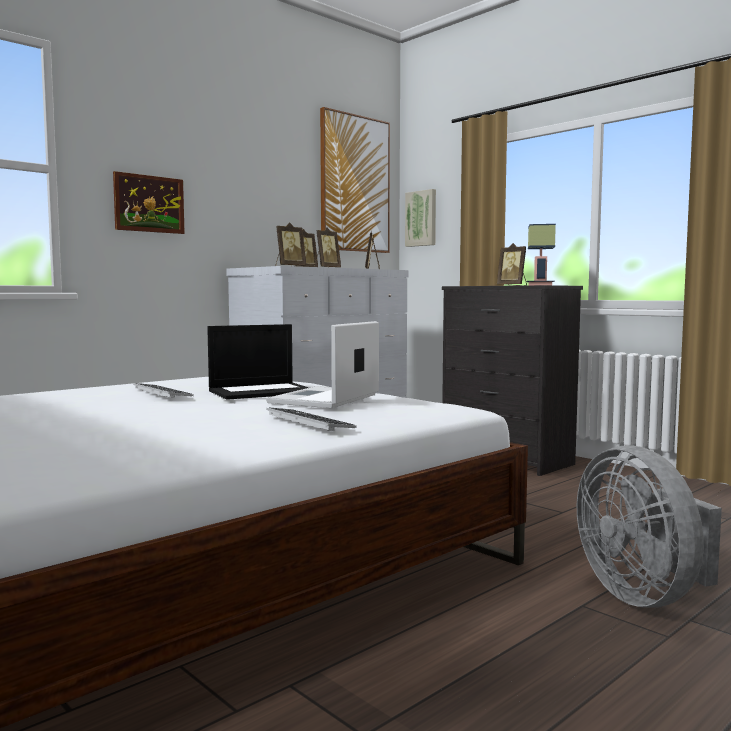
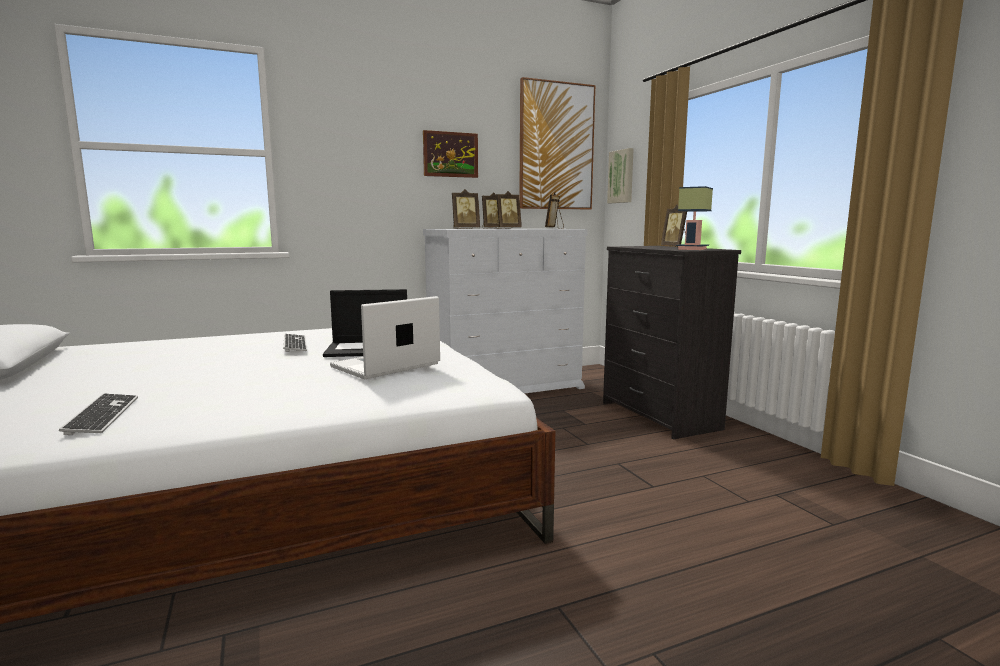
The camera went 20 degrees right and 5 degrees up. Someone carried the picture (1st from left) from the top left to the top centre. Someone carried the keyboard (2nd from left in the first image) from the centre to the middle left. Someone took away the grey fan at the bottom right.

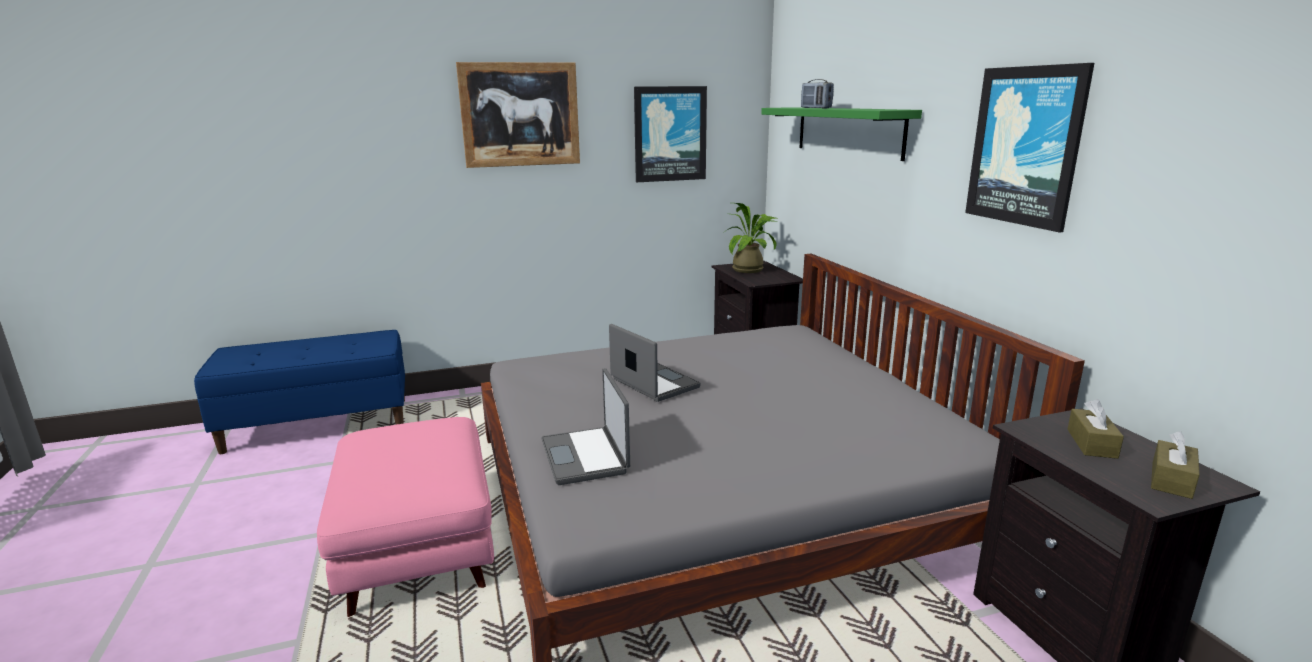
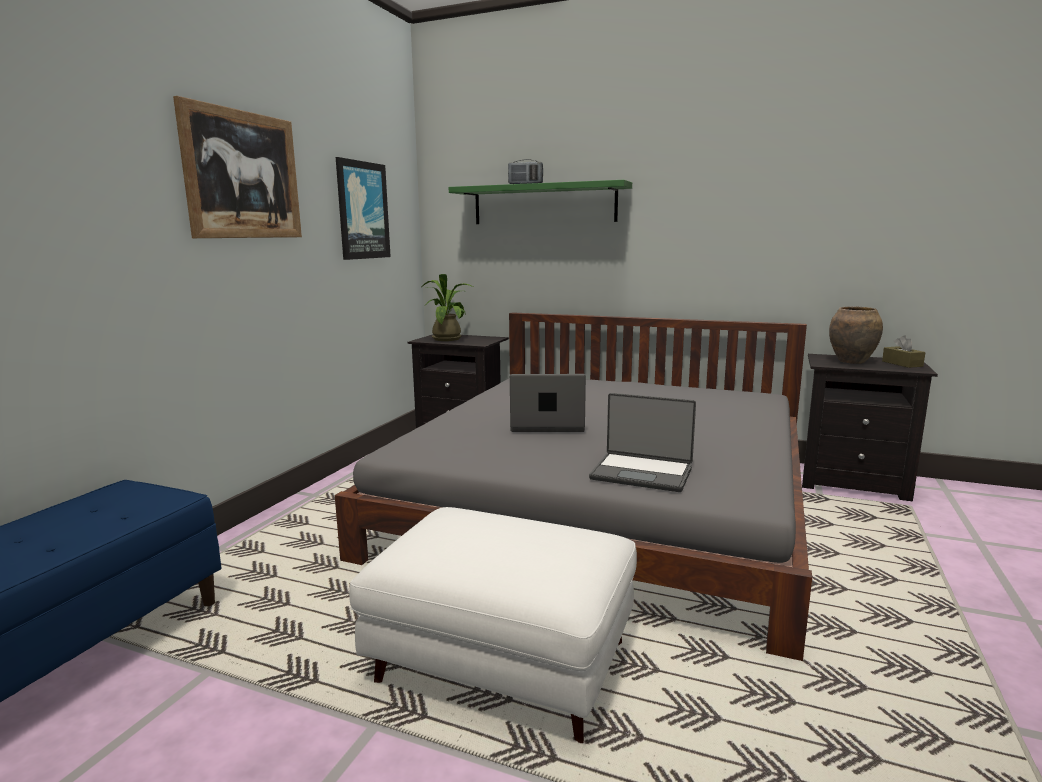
The camera went 50 degrees left and 5 degrees down. Someone repainted the pink ottoman at the bottom left, which became the white ottoman at the bottom centre. Someone took away the picture (3rd from left) at the top right. Someone swapped the brown tissue box (1st from left) at the middle right for the brown vase at the middle right.

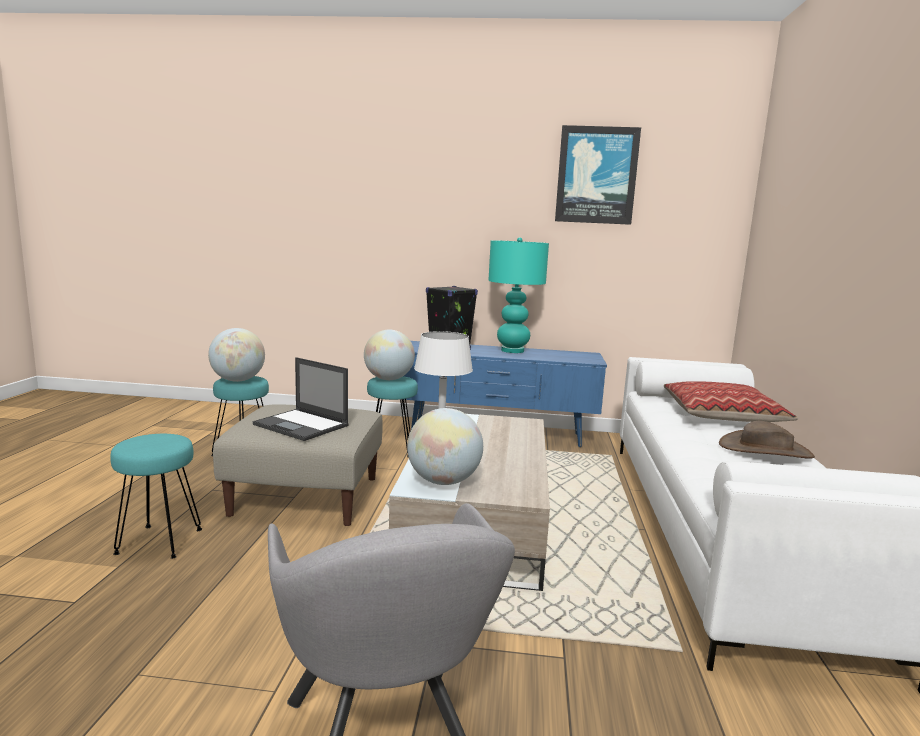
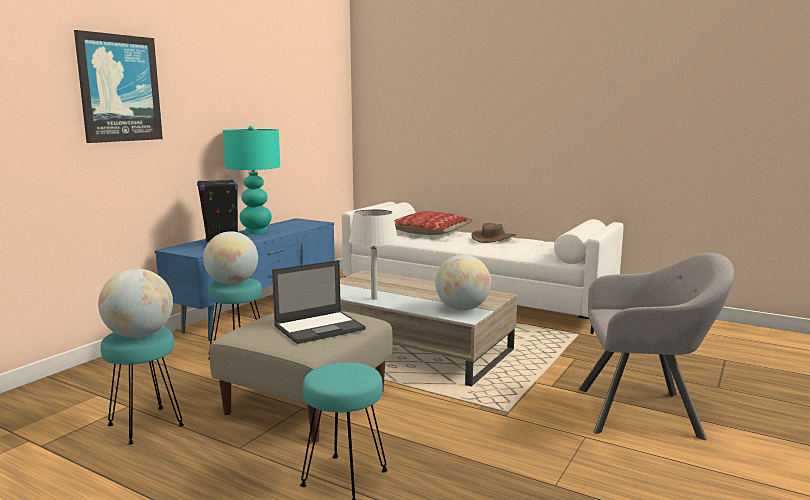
The camera went 65 degrees left and 0 degrees up. Someone carried the picture from the top centre to the top left.

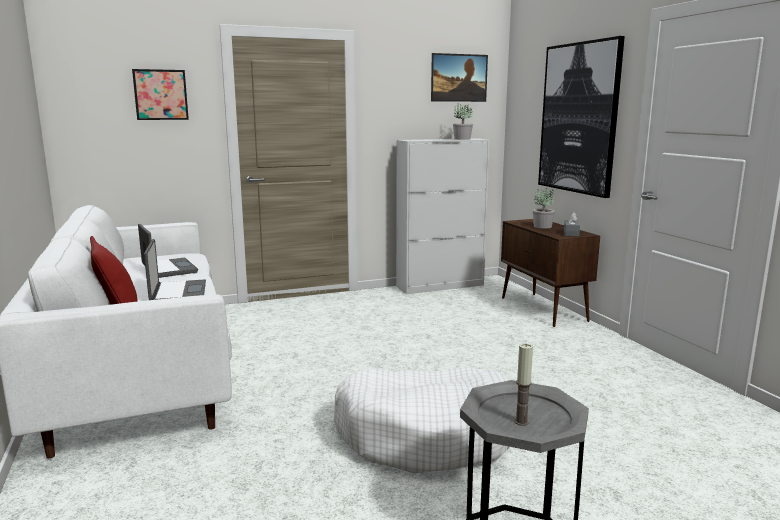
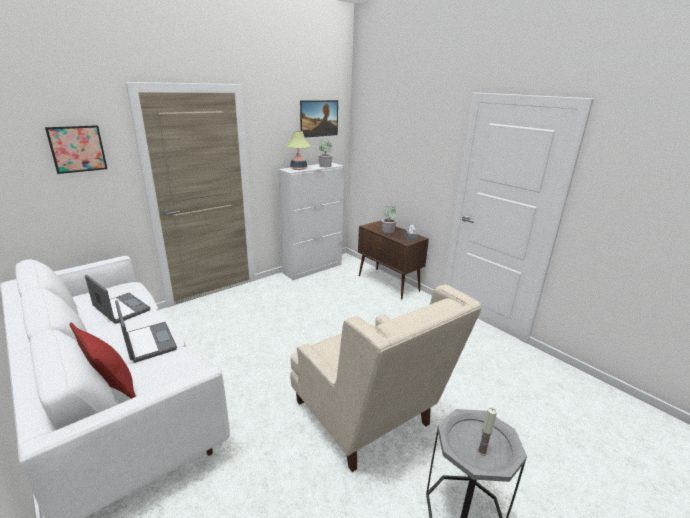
The camera went 20 degrees left and 10 degrees up. Someone swapped the white dog bed at the bottom centre for the beige armchair at the bottom centre. Someone took away the picture (3rd from left) at the top right. Someone put down the table lamp at the top centre.

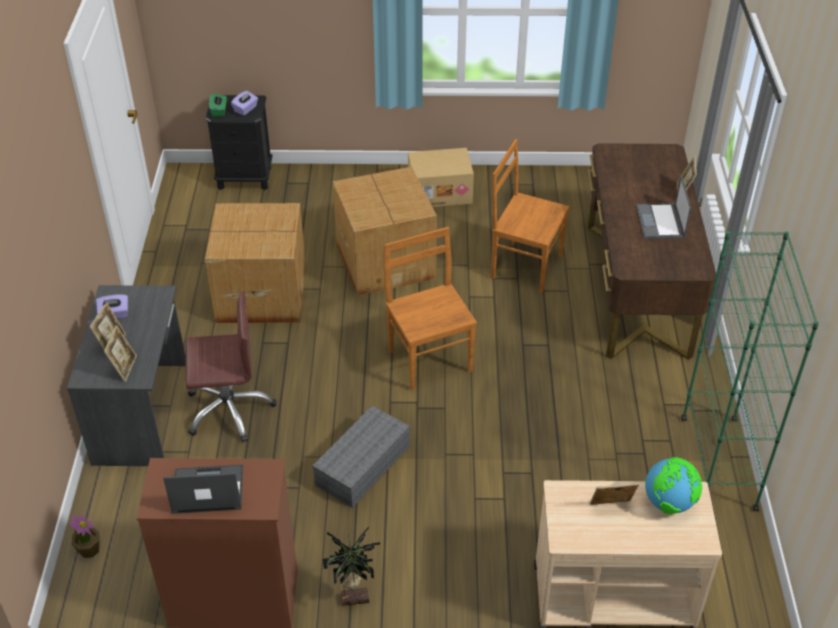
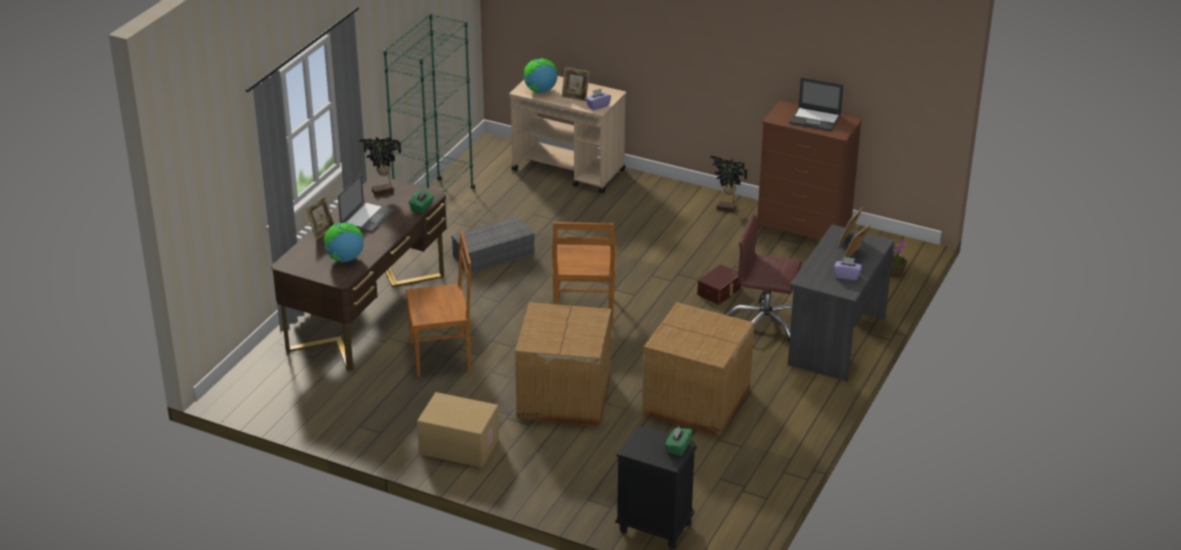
The camera went 155 degrees left and 10 degrees down. Someone carried the purple tissue box (2nd from left in the first image) from the top left to the top centre. Someone carried the grey storage box from the bottom centre to the centre. Someone rotated the brown chair (2nd from left in the first image) at the centre by 60 degrees counterclockwise. Someone put down the globe (1st from left) at the middle left. Someone put down the potted plant (1st from left) at the top left. Someone put down the green tissue box (1st from left) at the centre. Someone put down the brown storage box at the centre.

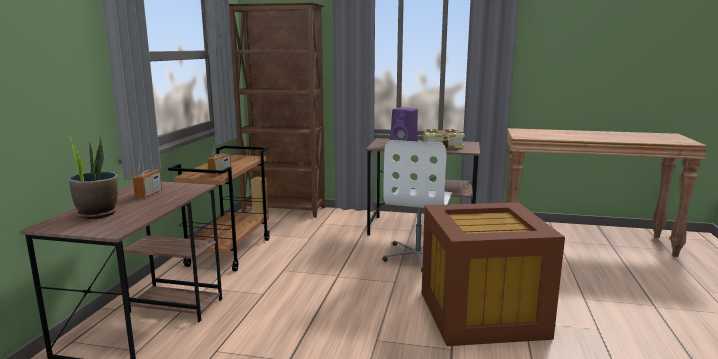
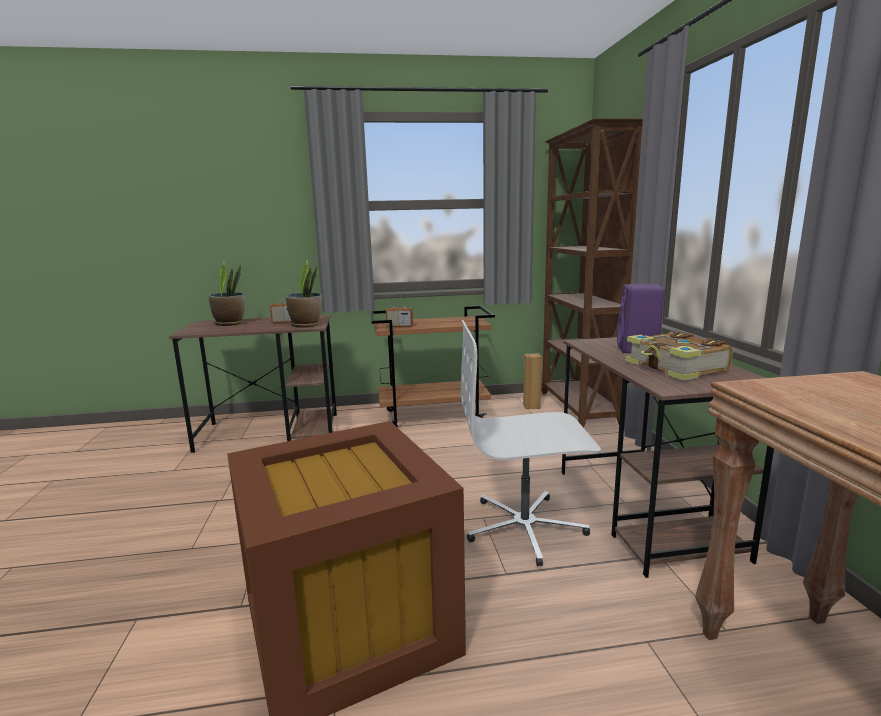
The camera went 70 degrees right and 0 degrees up. Someone put down the potted plant (2nd from left) at the centre.

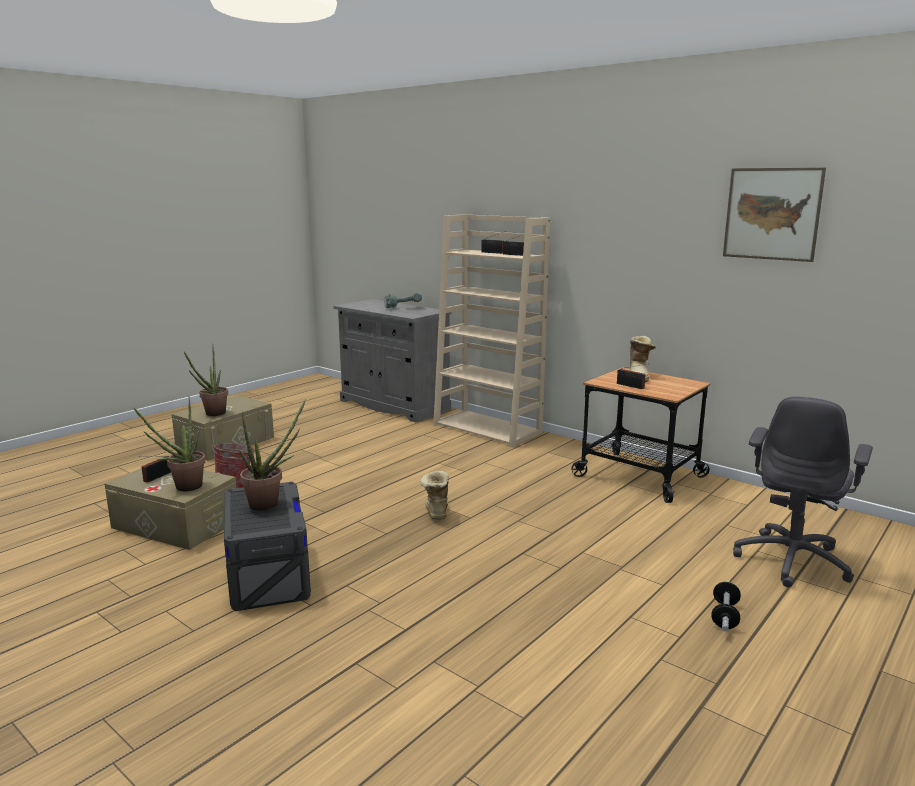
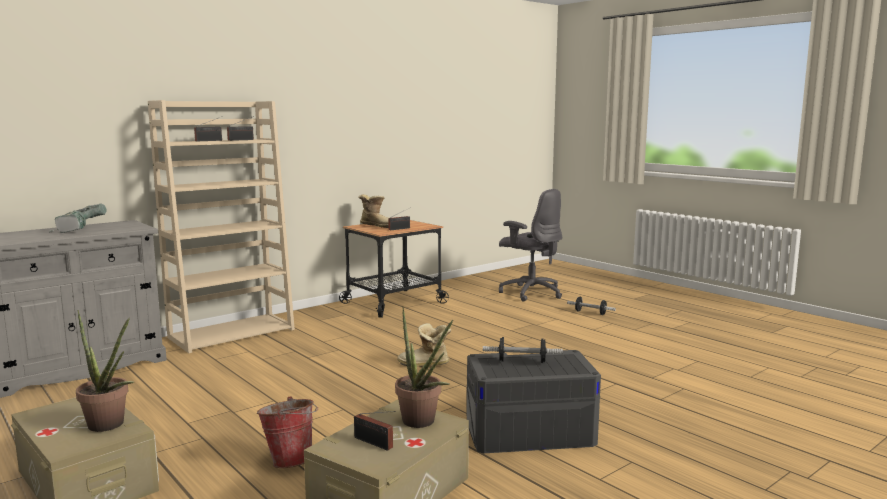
The camera went 80 degrees left and 5 degrees down. Someone swapped the potted plant (3rd from left) at the middle left for the dumbbell (1st from left) at the bottom centre. Someone took away the picture at the top right.

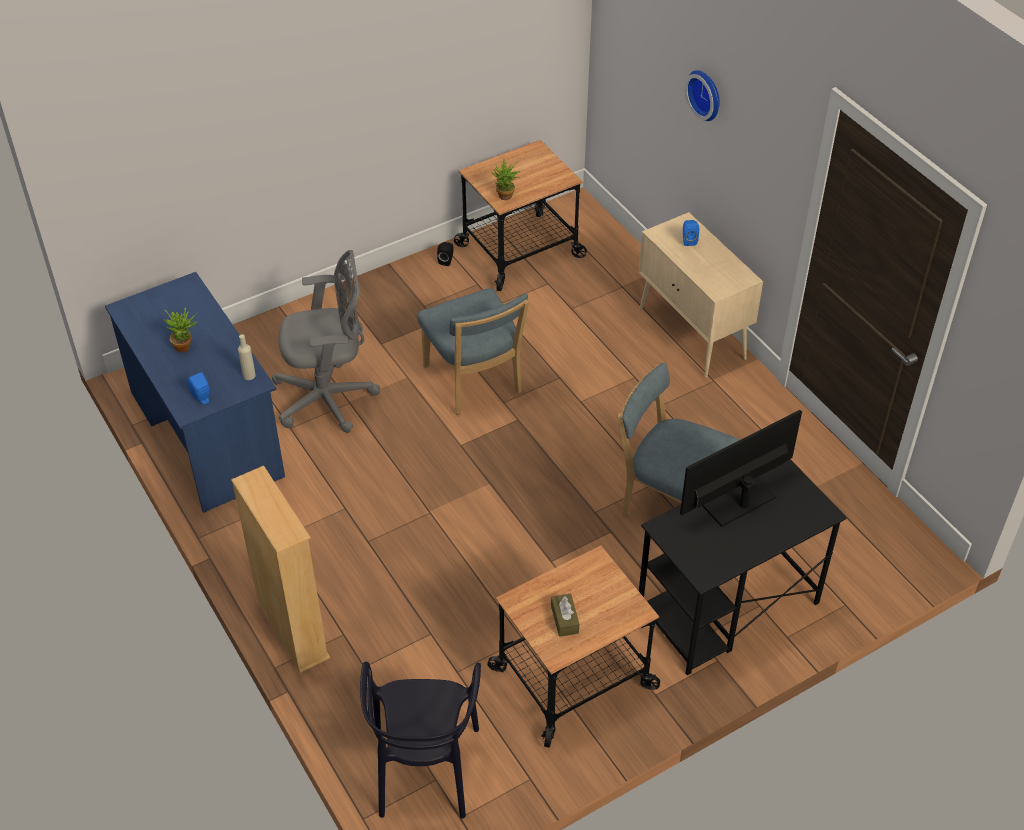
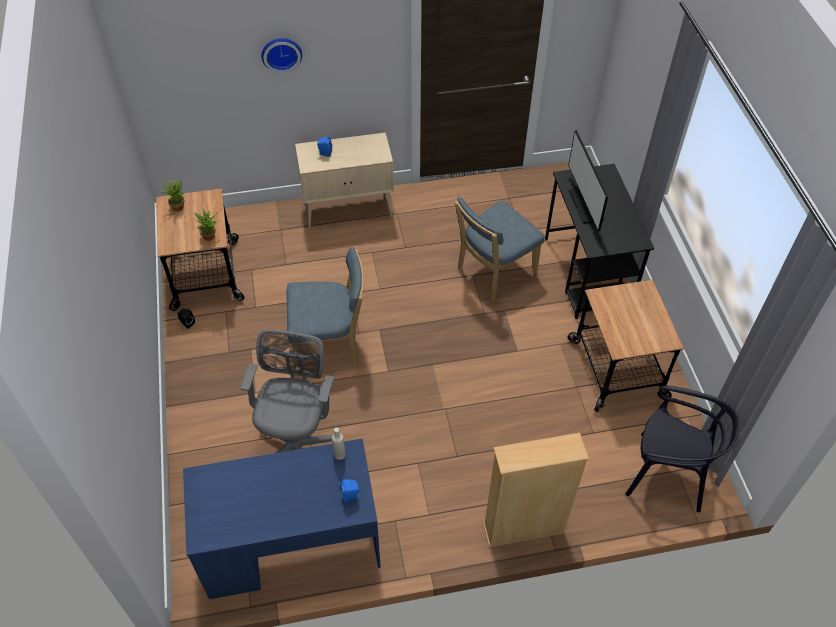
The camera went 70 degrees left and 5 degrees up. Someone carried the potted plant (1st from left) from the middle left to the top left. Someone took away the brown tissue box at the bottom centre.

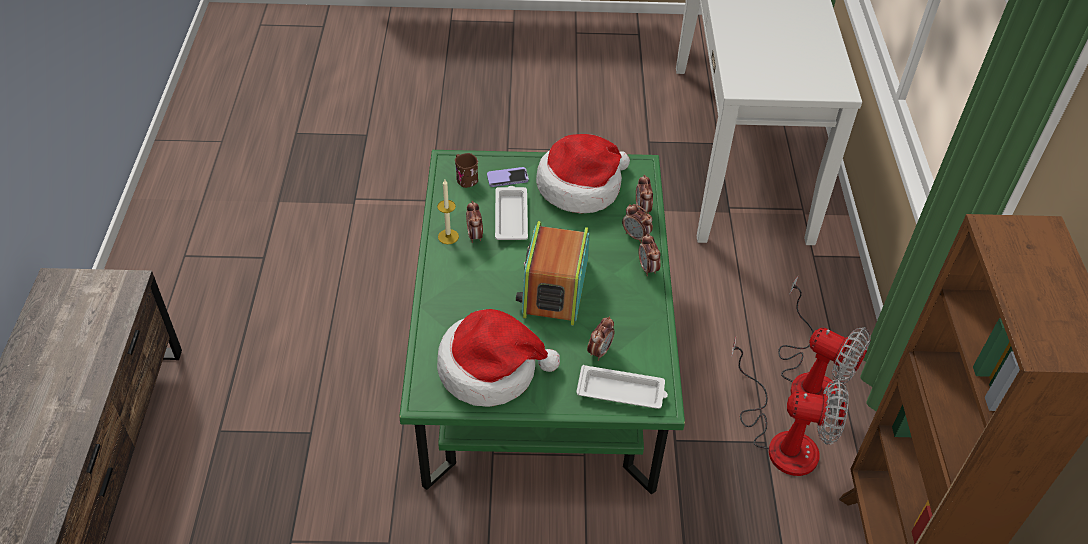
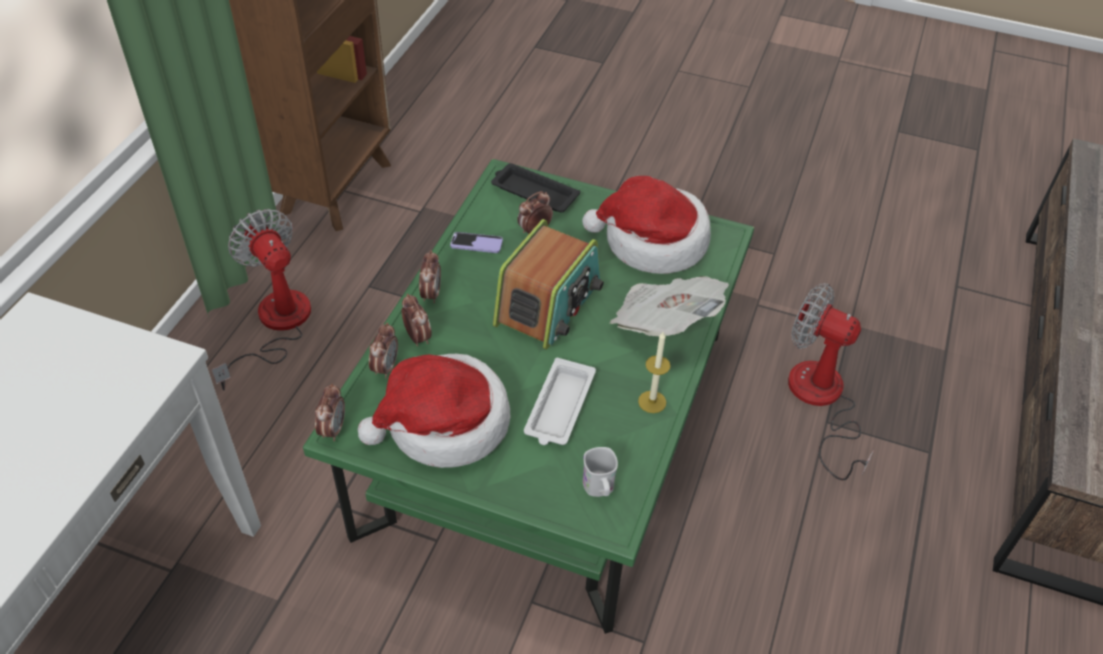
The camera went 160 degrees left and 0 degrees up. Someone repainted the brown mug at the top centre, which became the white mug at the bottom centre. Someone carried the alarm clock (1st from left) from the centre to the middle left. Someone carried the phone from the top centre to the centre. Someone repainted the white tray (2nd from left) at the bottom centre, which became the black tray at the top centre. Someone carried the fan (1st from left in the first image) from the bottom right to the middle right. Someone put down the newspaper at the centre.

